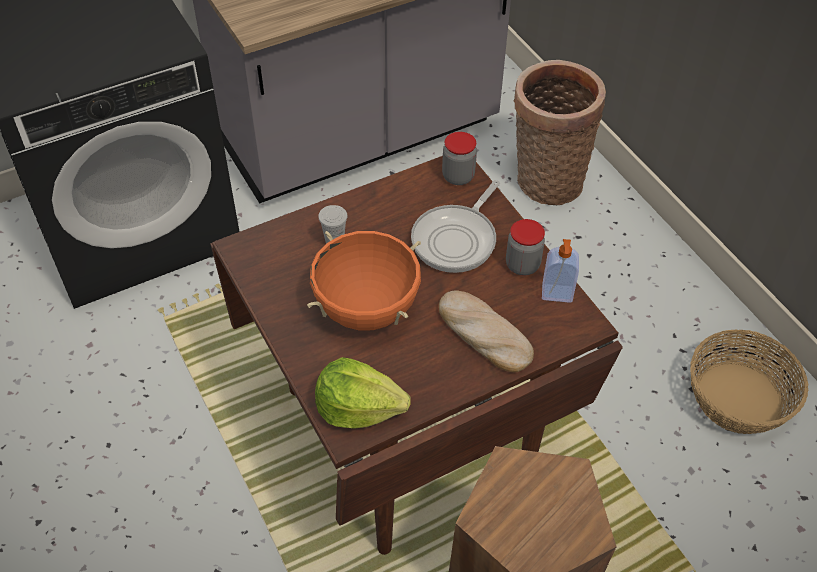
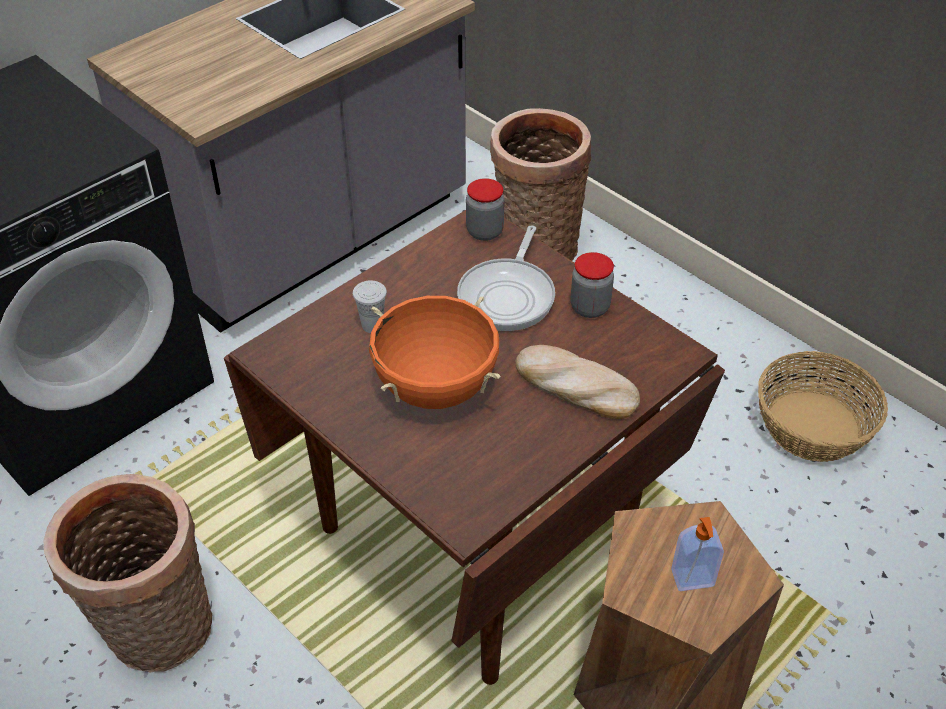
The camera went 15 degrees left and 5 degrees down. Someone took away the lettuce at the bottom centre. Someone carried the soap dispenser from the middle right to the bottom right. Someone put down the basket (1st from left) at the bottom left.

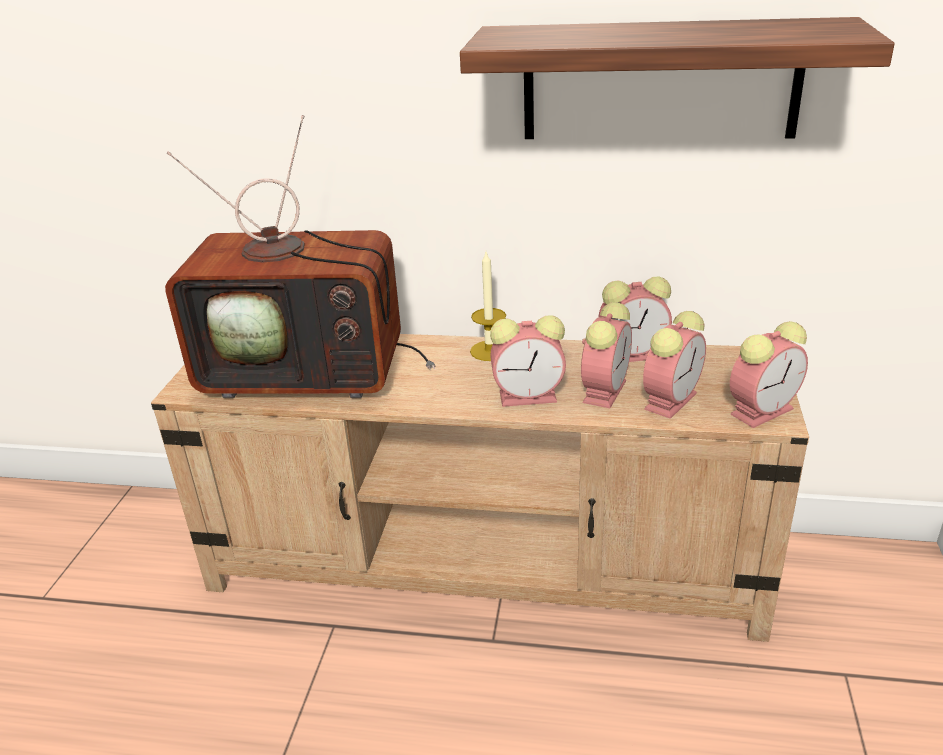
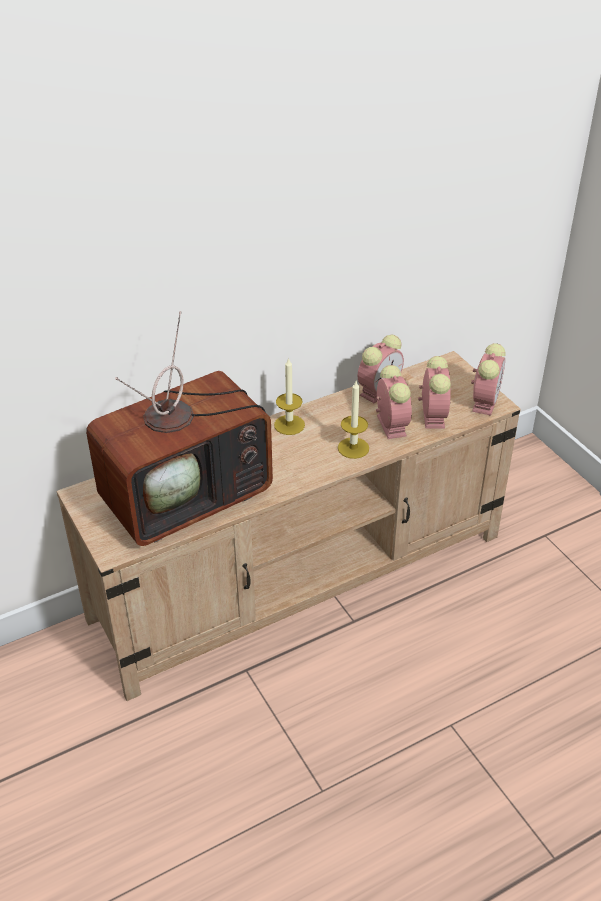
The camera went 40 degrees left and 10 degrees up. Someone took away the shelf at the top right. Someone swapped the alarm clock (1st from left) at the centre for the candle (2nd from left) at the centre.

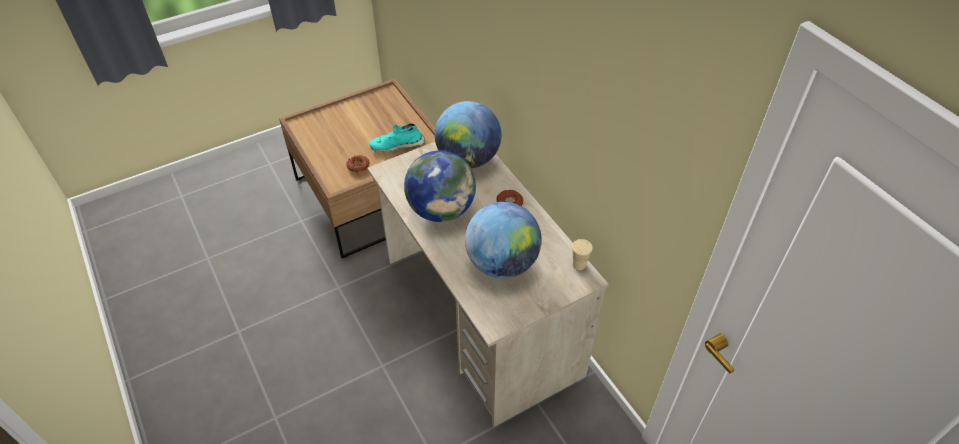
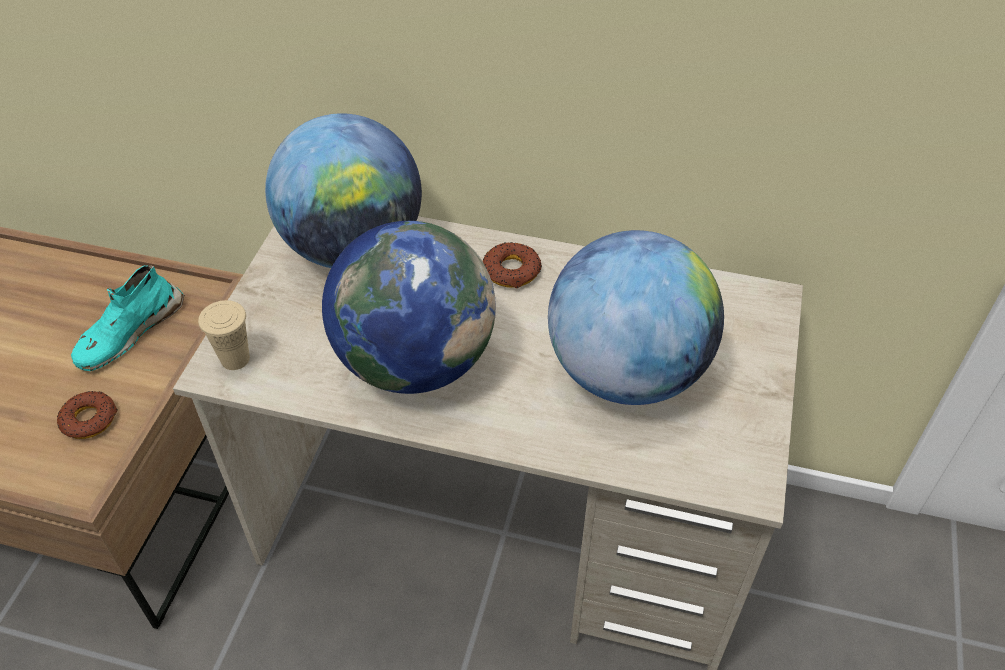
The camera went 45 degrees left and 0 degrees up. Someone carried the beige cup from the centre to the middle left.

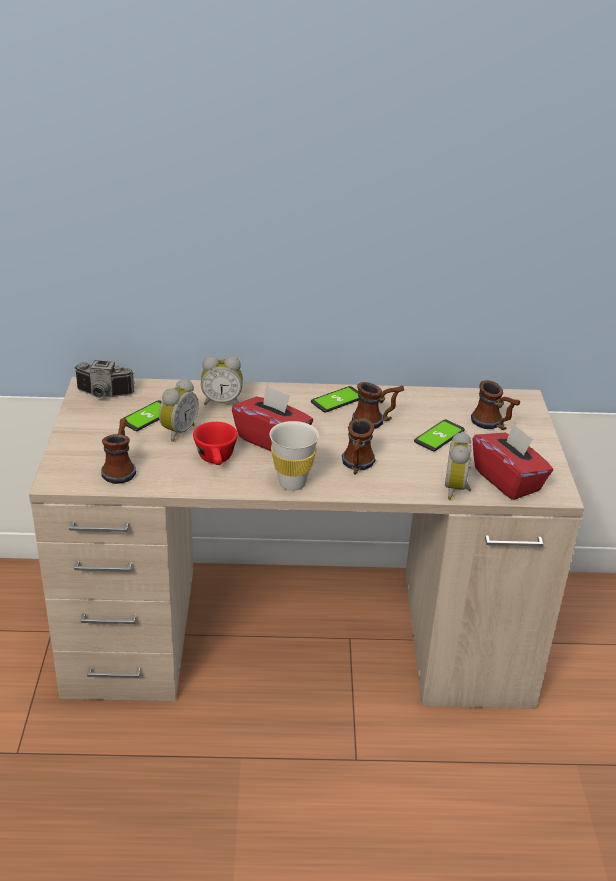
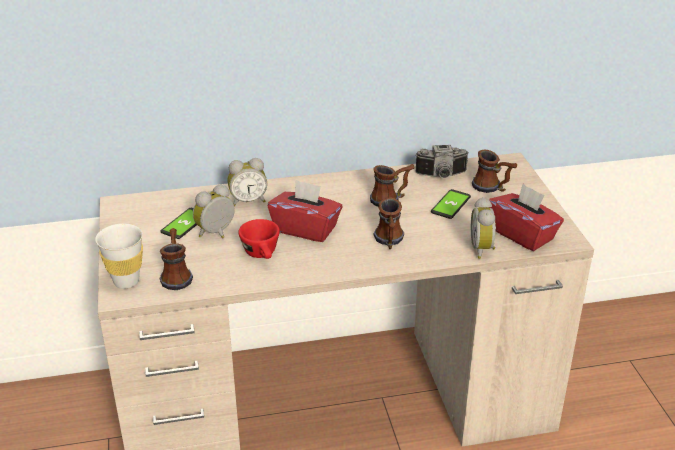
The camera went 10 degrees left and 0 degrees up. Someone carried the photo camera from the middle left to the centre. Someone rotated the alarm clock (1st from left) at the middle left by 150 degrees counterclockwise. Someone carried the white cup from the centre to the middle left. Someone took away the phone (2nd from left) at the centre.

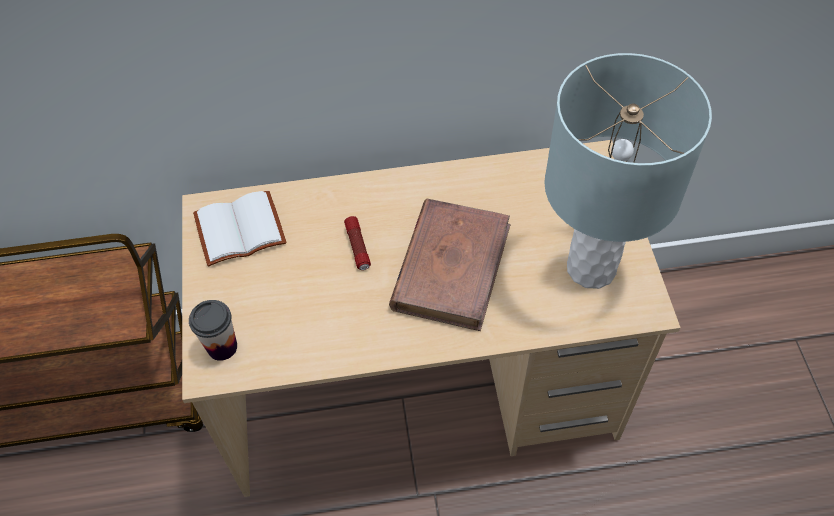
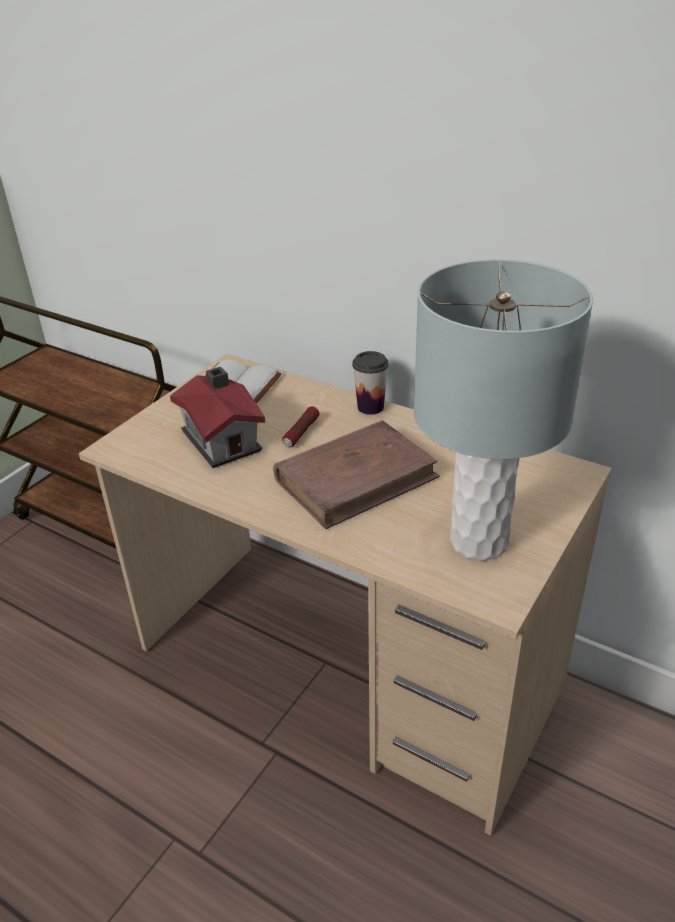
The camera went 40 degrees right and 20 degrees down. Someone carried the cup from the middle left to the centre. Someone put down the toy house at the middle left.

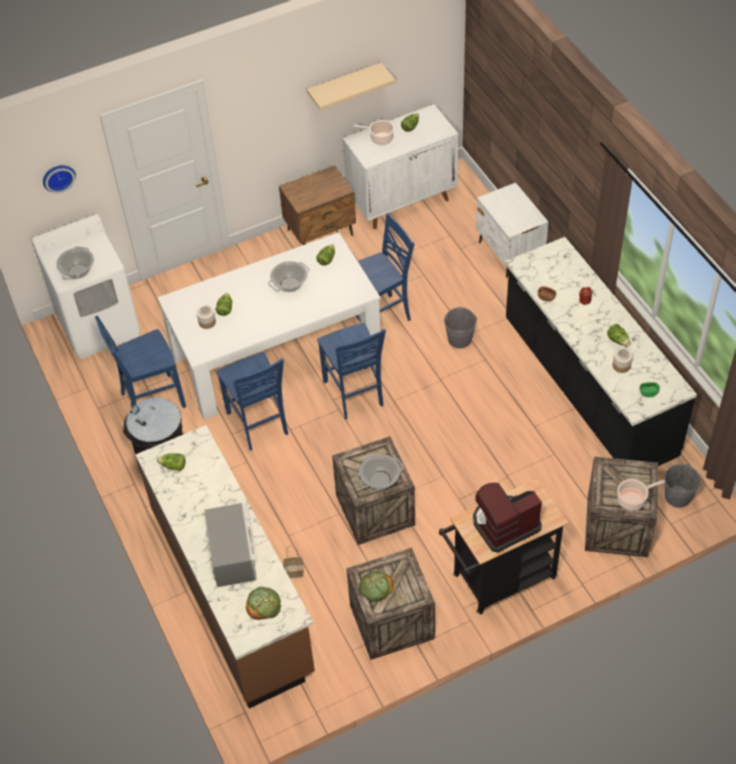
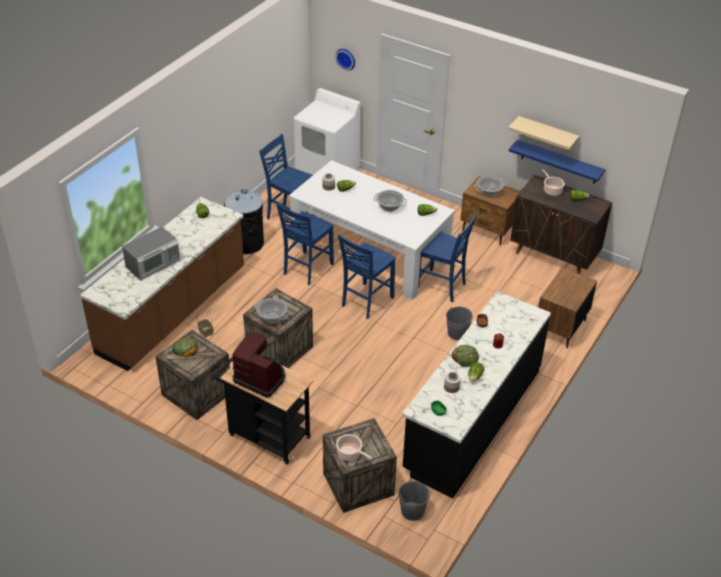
The camera went 55 degrees right and 10 degrees down. Someone carried the cooking pot (1st from left in the first image) from the middle left to the top right. Someone carried the bread (1st from left in the first image) from the bottom centre to the centre. Someone repainted the white cabinet at the top centre, which became the brown cabinet at the middle right. Someone repainted the white nightstand at the top right, which became the brown nightstand (2nd from left) at the middle right. Someone put up the blue shelf at the top right.

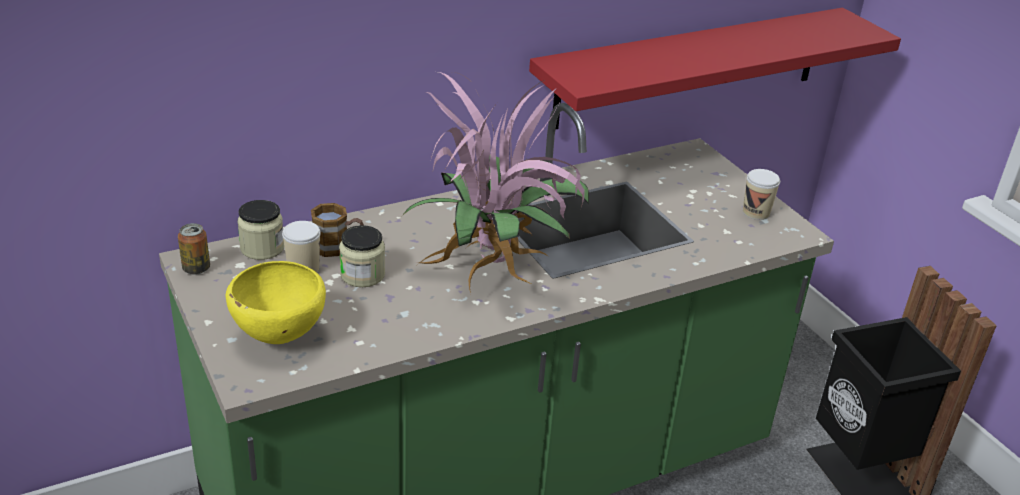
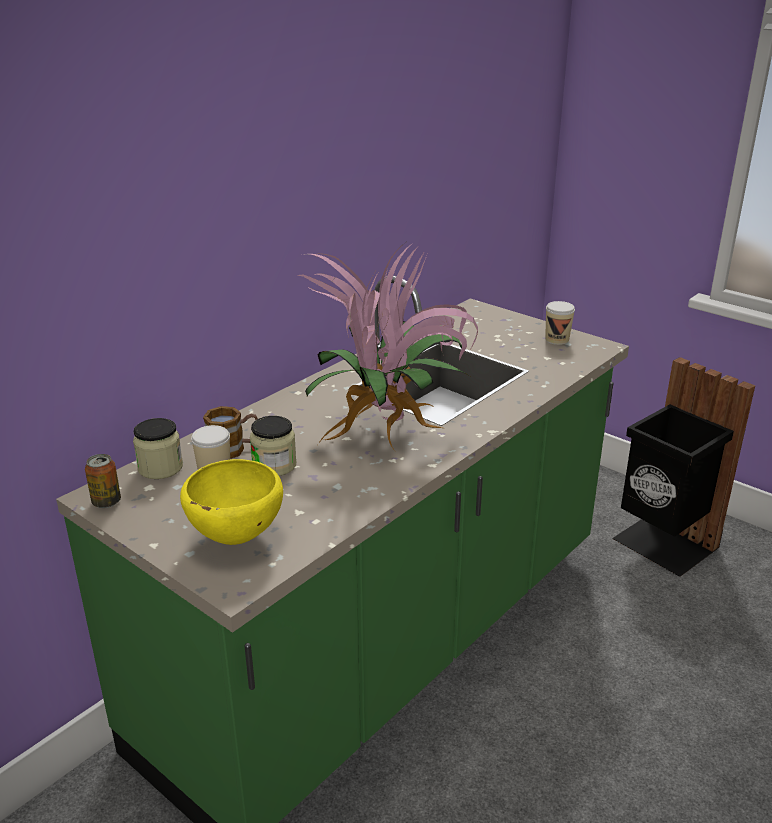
The camera went 20 degrees left and 5 degrees down. Someone took away the red shelf at the top right.

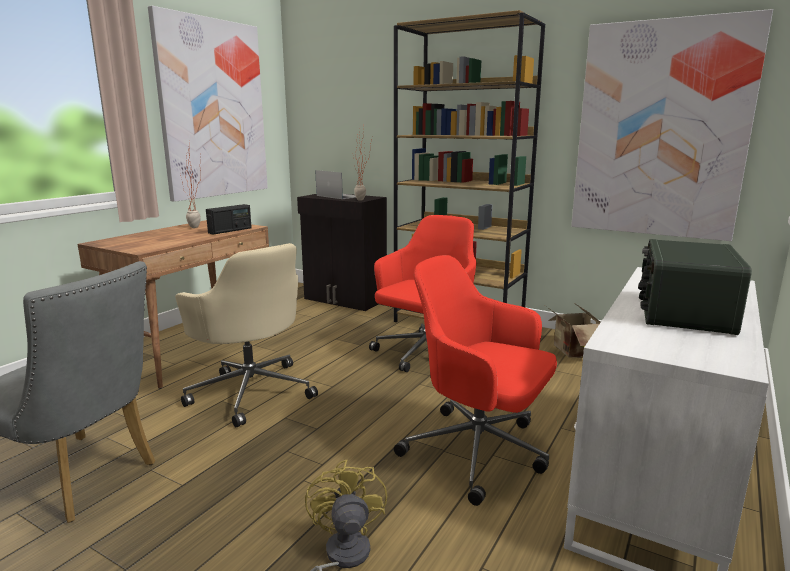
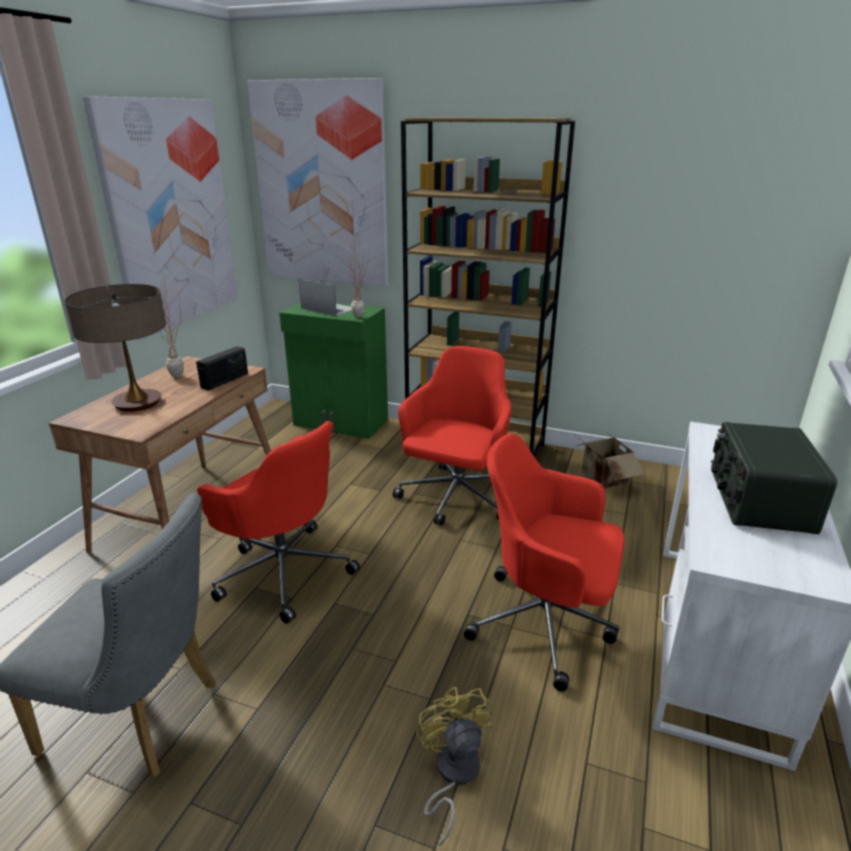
The camera went 10 degrees left and 10 degrees up. Someone repainted the beige office chair at the middle left, which became the red office chair (1st from left) at the middle left. Someone repainted the black cabinet at the centre, which became the green cabinet at the centre. Someone carried the picture (2nd from left) from the top right to the top centre. Someone put down the table lamp at the middle left.

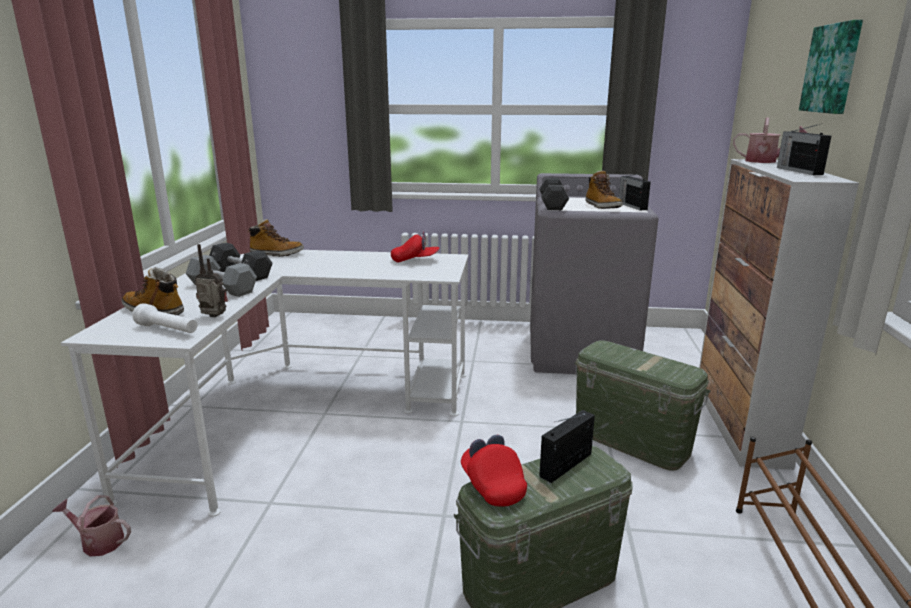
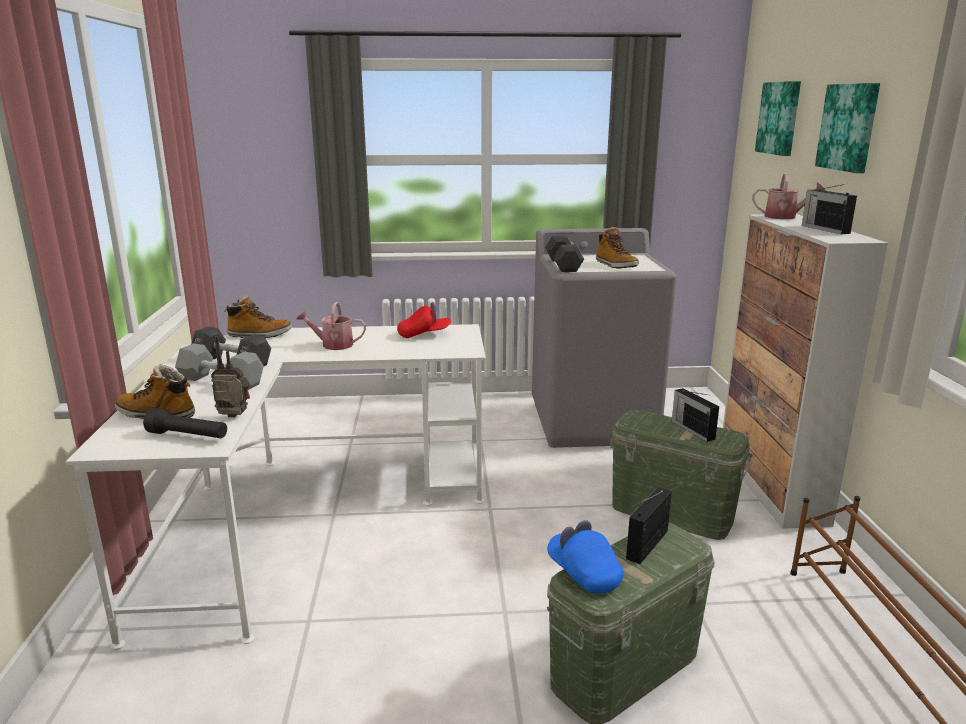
The camera went 10 degrees left and 0 degrees up. Someone carried the watering can (1st from left) from the bottom left to the centre. Someone repainted the white flashlight at the middle left, which became the black flashlight at the middle left. Someone repainted the red cap (2nd from left) at the bottom centre, which became the blue cap at the bottom centre. Someone carried the radio (3rd from left) from the top right to the middle right. Someone put up the picture (1st from left) at the top right.

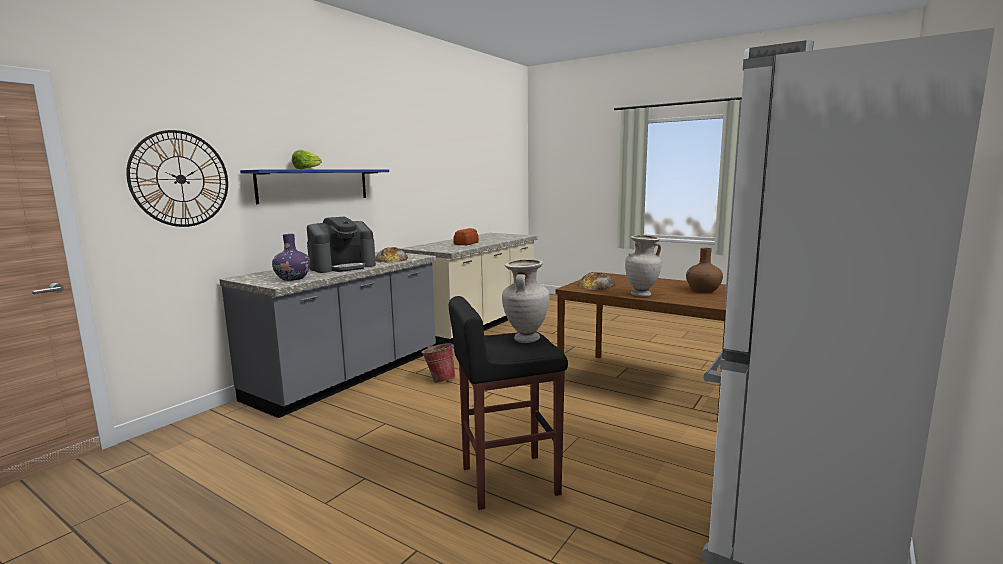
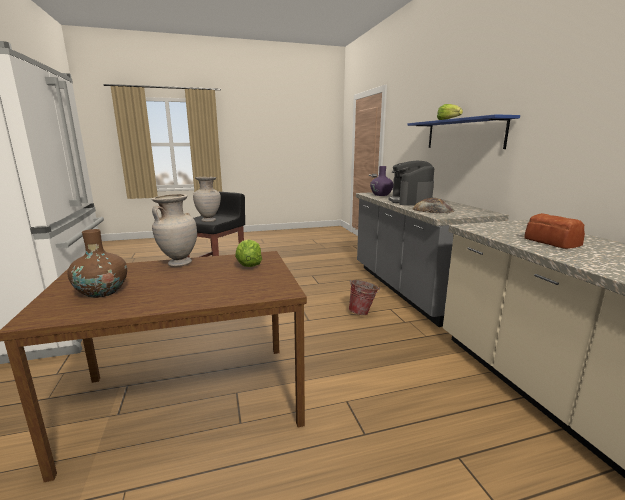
The camera went 130 degrees right and 5 degrees up. Someone took away the wall clock at the top left. Someone swapped the bread (3rd from left) at the centre for the lettuce (1st from left) at the centre.

